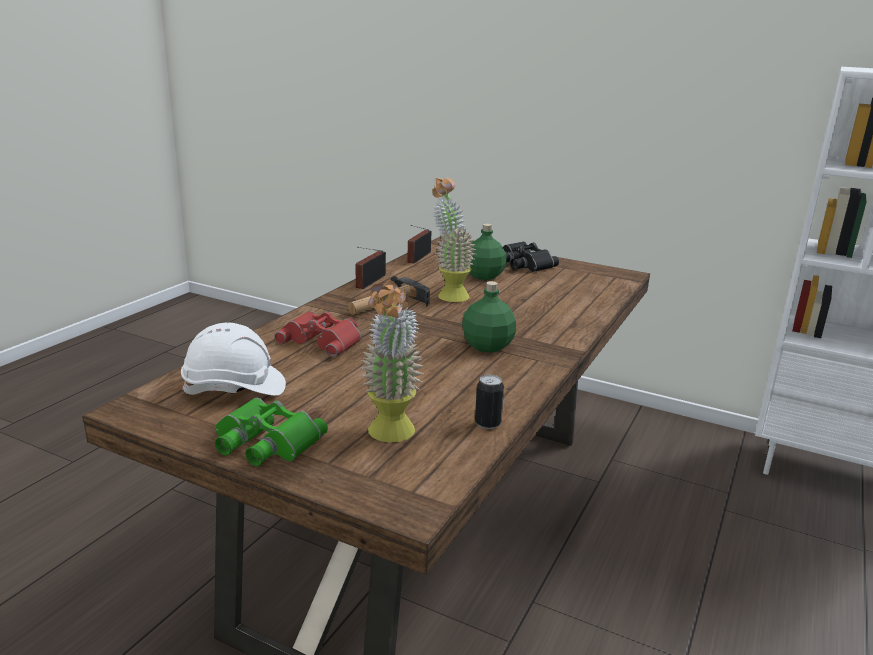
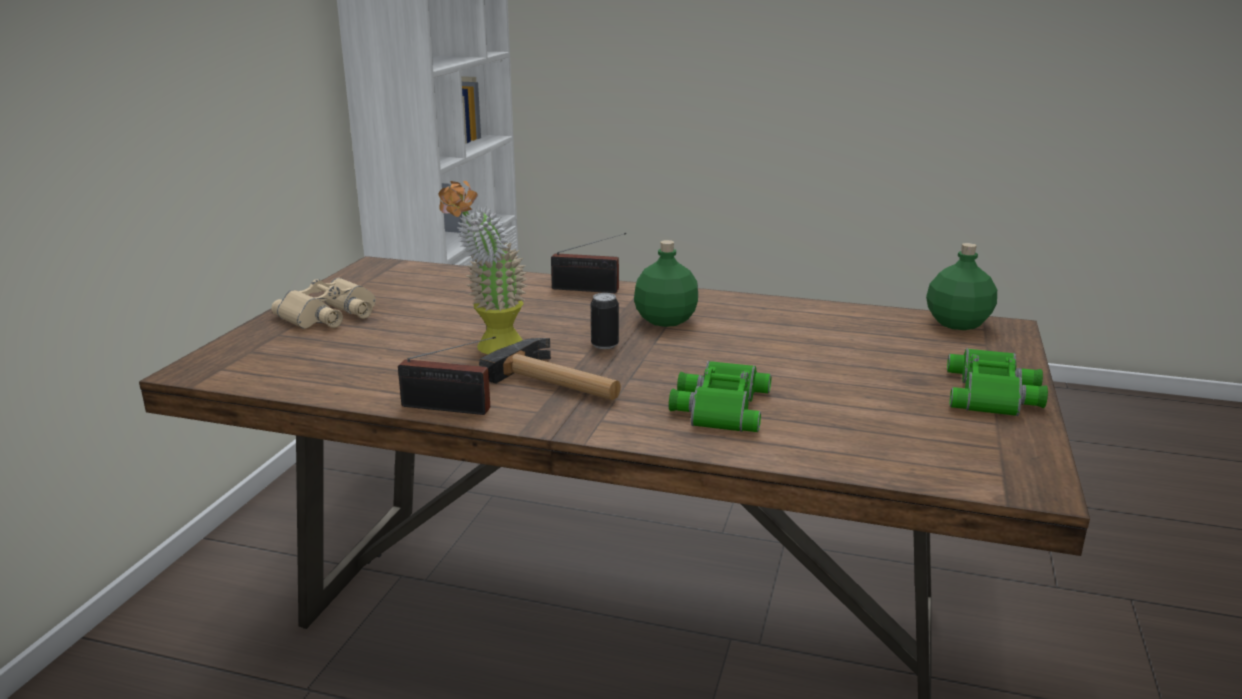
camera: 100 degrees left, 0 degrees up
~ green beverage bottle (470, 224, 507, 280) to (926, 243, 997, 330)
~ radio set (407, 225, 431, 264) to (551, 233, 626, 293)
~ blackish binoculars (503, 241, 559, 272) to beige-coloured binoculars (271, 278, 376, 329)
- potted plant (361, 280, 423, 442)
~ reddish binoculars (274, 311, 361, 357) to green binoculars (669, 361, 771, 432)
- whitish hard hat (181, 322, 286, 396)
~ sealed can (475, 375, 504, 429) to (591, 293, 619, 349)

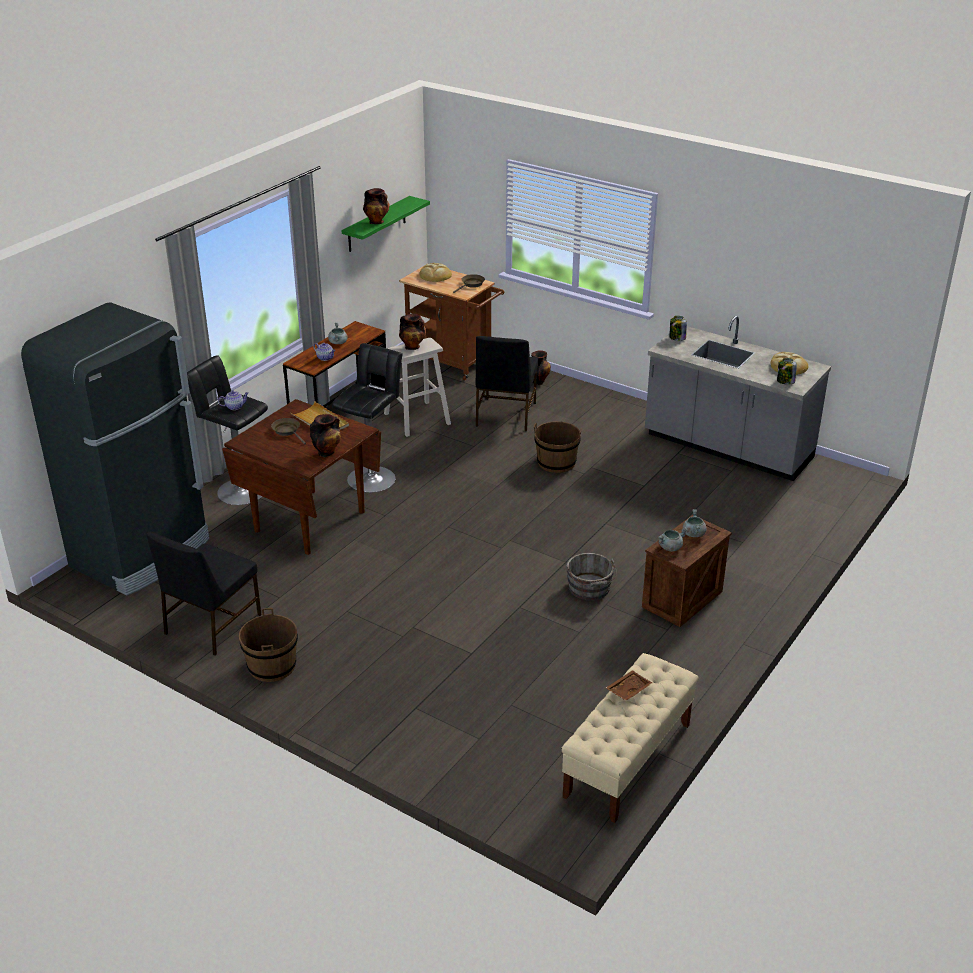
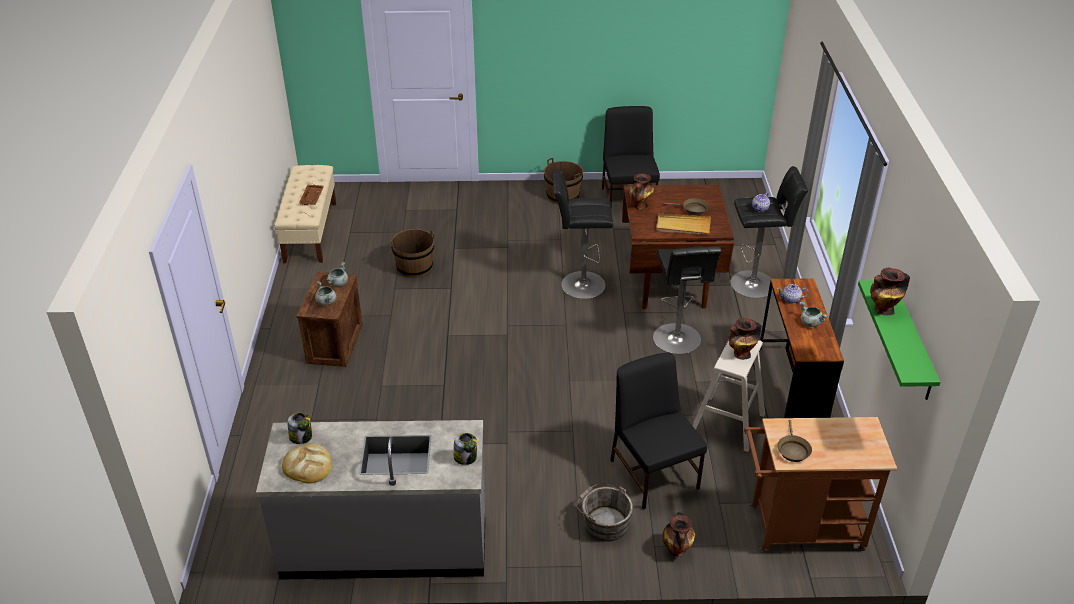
camera: 145 degrees right, 5 degrees up
- bakery bread (419, 263, 452, 282)
- blackish refrigerator (21, 302, 209, 596)
~ brown-coloured bucket (534, 421, 582, 473) to (390, 229, 434, 278)
~ grey bucket (566, 553, 617, 600) to (576, 483, 633, 542)
+ blackish stool (552, 169, 613, 299)

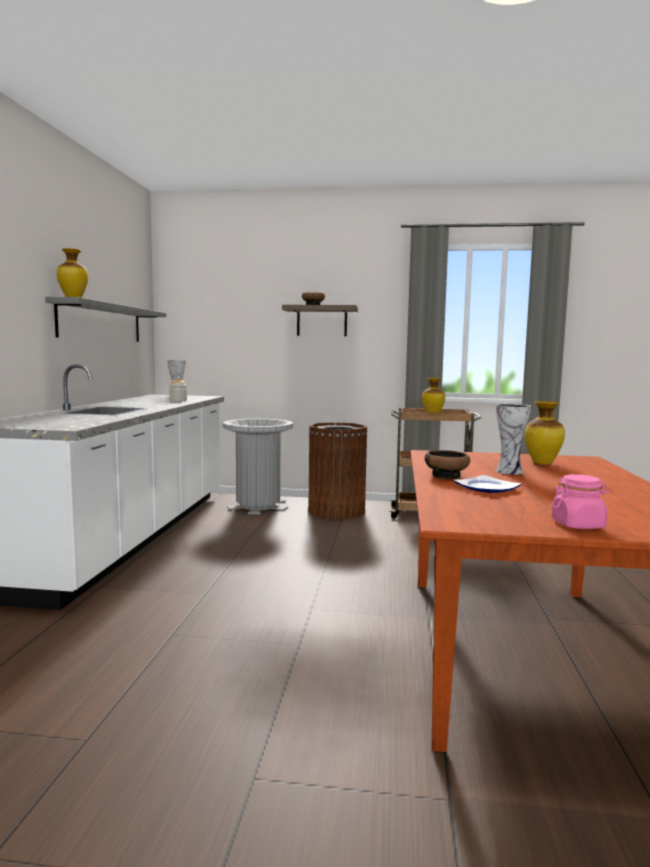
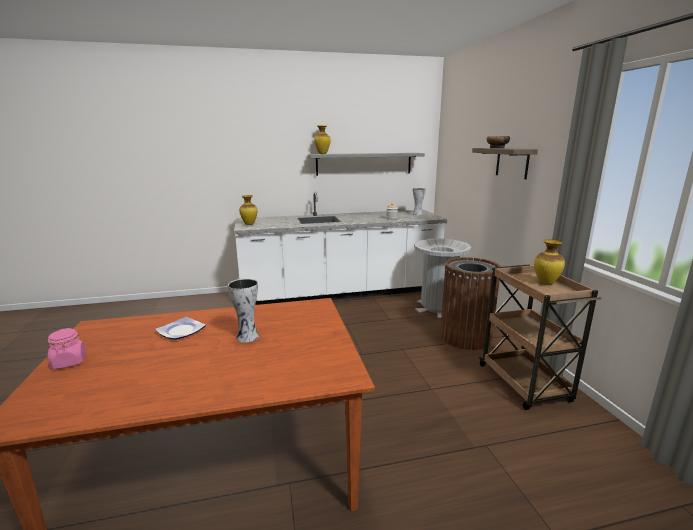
camera: 70 degrees right, 10 degrees up
~ decorative vase (525, 401, 565, 465) to (239, 195, 257, 225)
- bowl (424, 450, 470, 479)

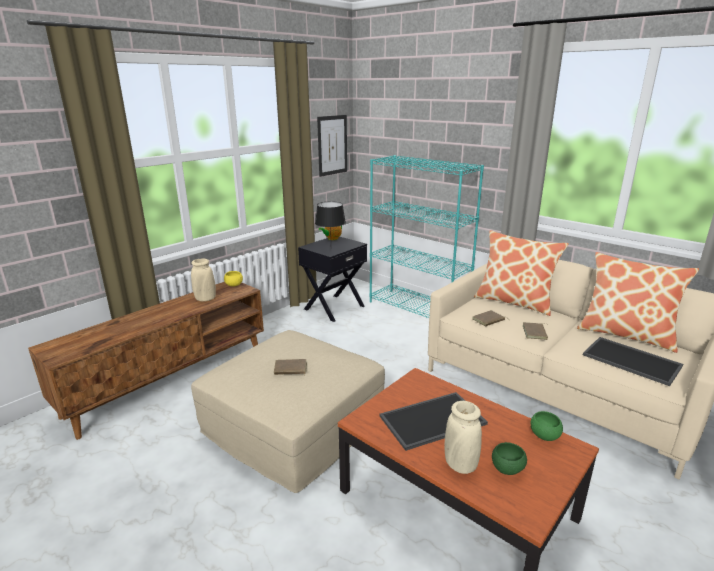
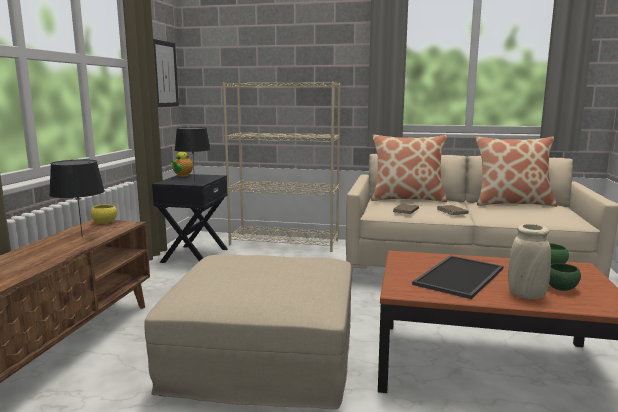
camera: 30 degrees left, 10 degrees down
~ blue-green bookcase (369, 155, 484, 318) to beige-coloured bookcase (223, 82, 341, 252)
~ beige-coloured decorative vase (191, 259, 216, 302) to blackish table lamp (49, 159, 105, 237)
- tray (583, 337, 683, 386)
- brown-coloured book (274, 359, 307, 376)

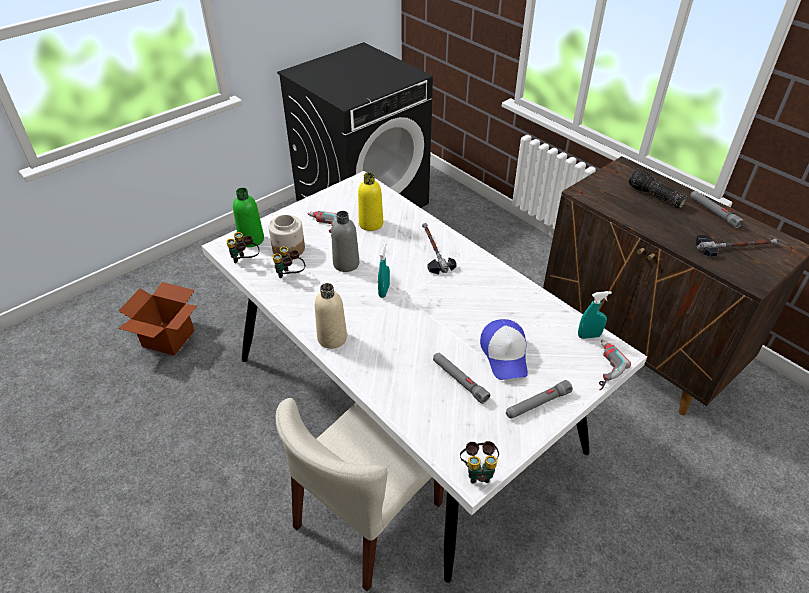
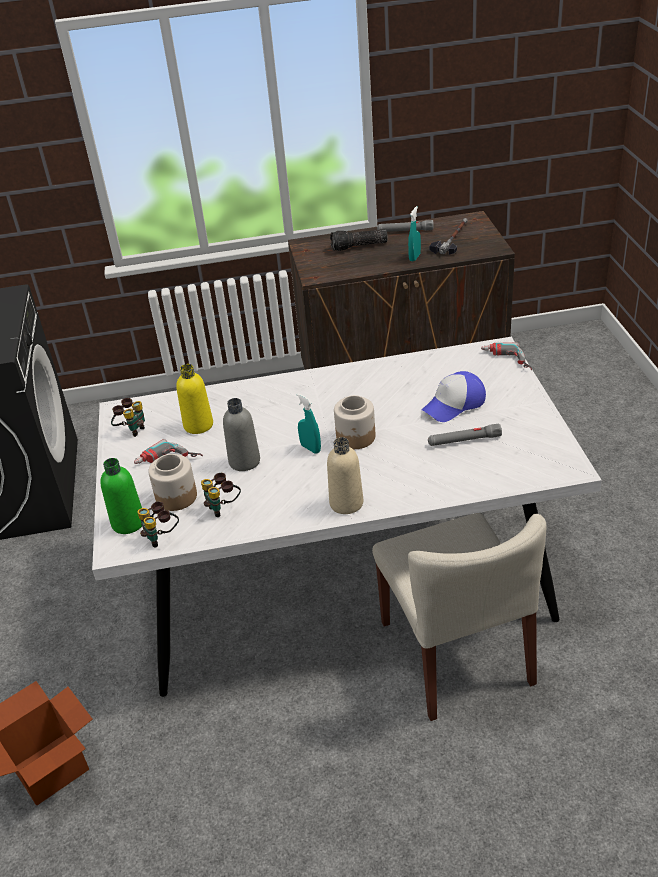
camera: 55 degrees left, 5 degrees down
- hand hammer (422, 223, 457, 275)
~ blue-green sprayer (578, 291, 612, 339) to (408, 206, 421, 261)
~ cap (480, 319, 528, 380) = (422, 371, 486, 422) 120 degrees clockwise
- grey torch (506, 380, 573, 419)
~ binoculars (460, 441, 499, 484) to (111, 398, 145, 437)
+ preserve jar (334, 395, 376, 449)

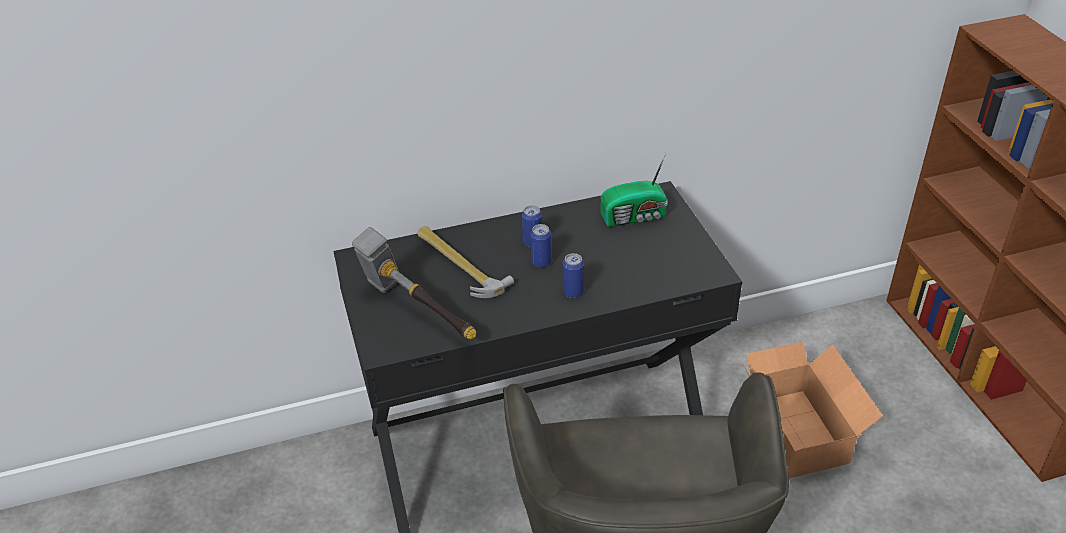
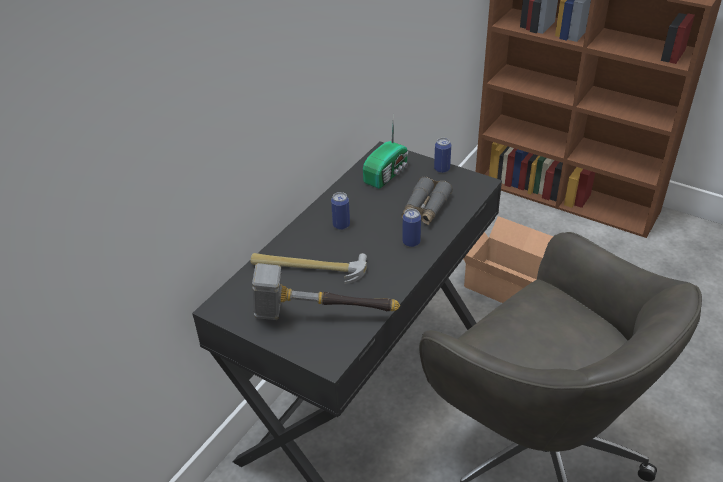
camera: 40 degrees left, 0 degrees up
~ sealed can (531, 224, 552, 267) to (434, 138, 451, 173)
+ grey binoculars (401, 177, 453, 225)

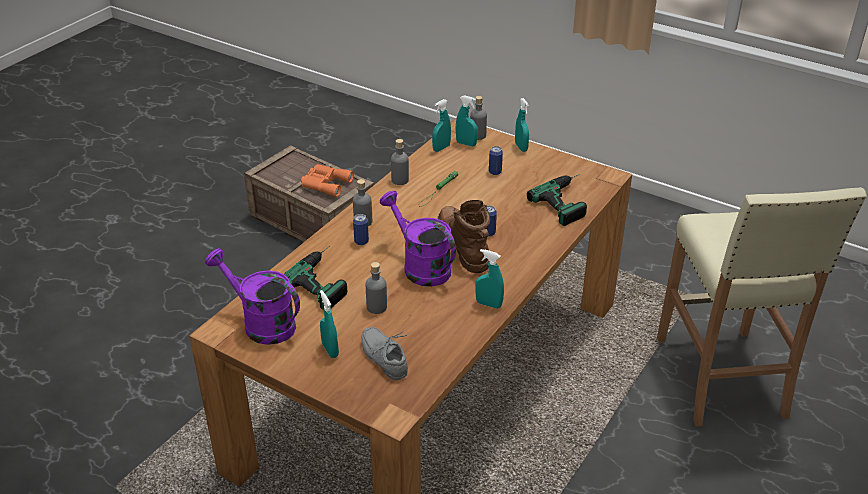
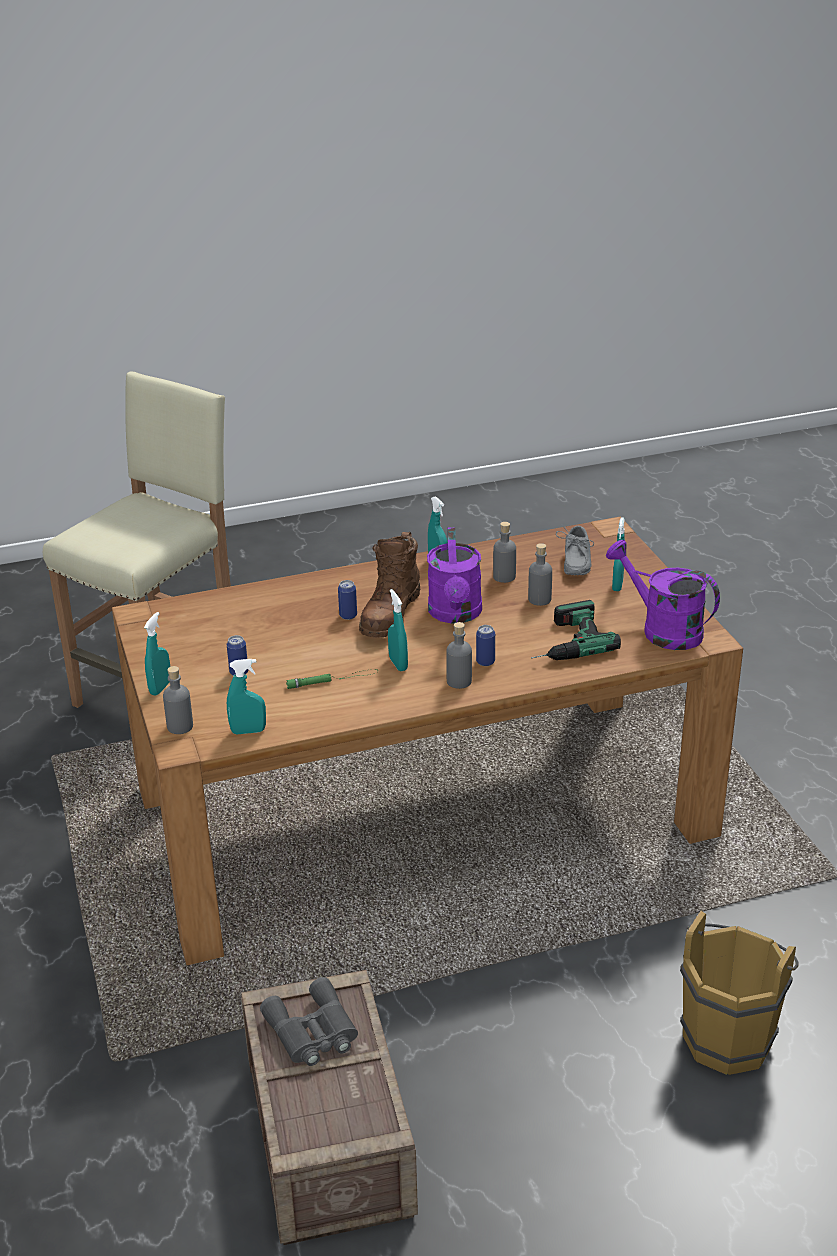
camera: 140 degrees left, 5 degrees down
~ blue-green sprayer (455, 95, 478, 146) to (388, 589, 408, 671)
~ grey beverage bottle (391, 139, 409, 185) to (493, 522, 516, 583)
~ orange binoculars (301, 164, 354, 197) to grey binoculars (260, 977, 358, 1066)
- drill (527, 174, 587, 226)
~ purple watering can (205, 248, 300, 345) = (606, 540, 720, 650) 150 degrees clockwise
+ brown-coloured bucket (680, 911, 799, 1075)

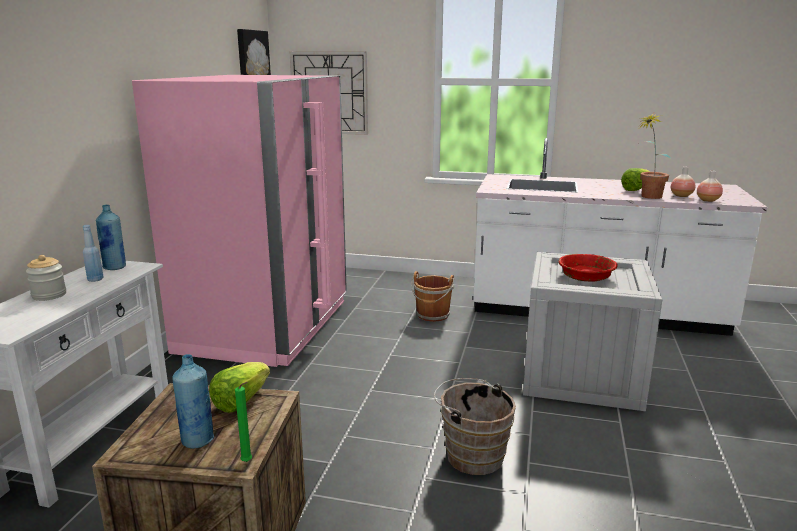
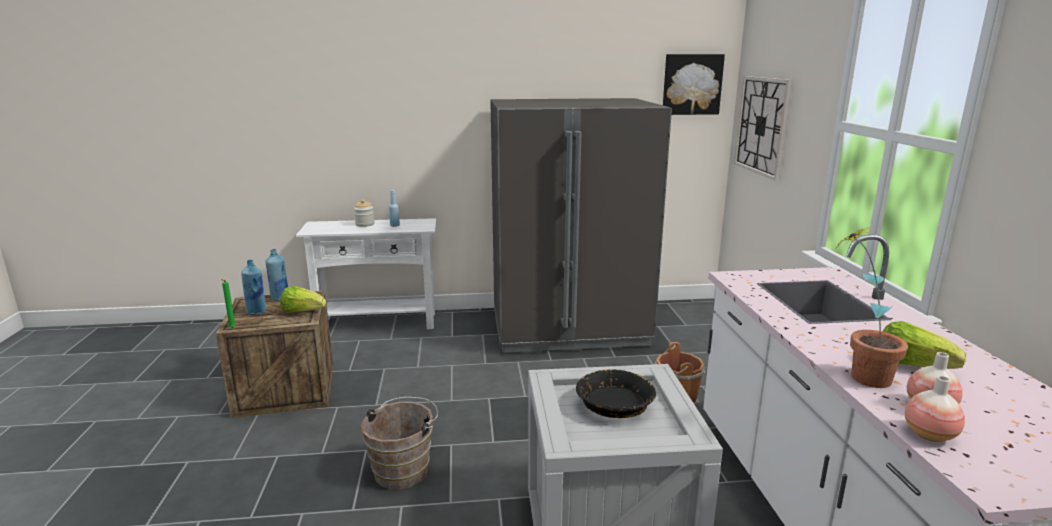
camera: 70 degrees right, 0 degrees up
~ pink-coloured refrigerator (132, 75, 347, 367) to grey refrigerator (490, 98, 672, 353)
~ blue-coloured beverage bottle (96, 205, 126, 270) to (265, 249, 288, 301)
~ reddish bowl (558, 254, 618, 282) to blackish bowl (576, 369, 656, 418)

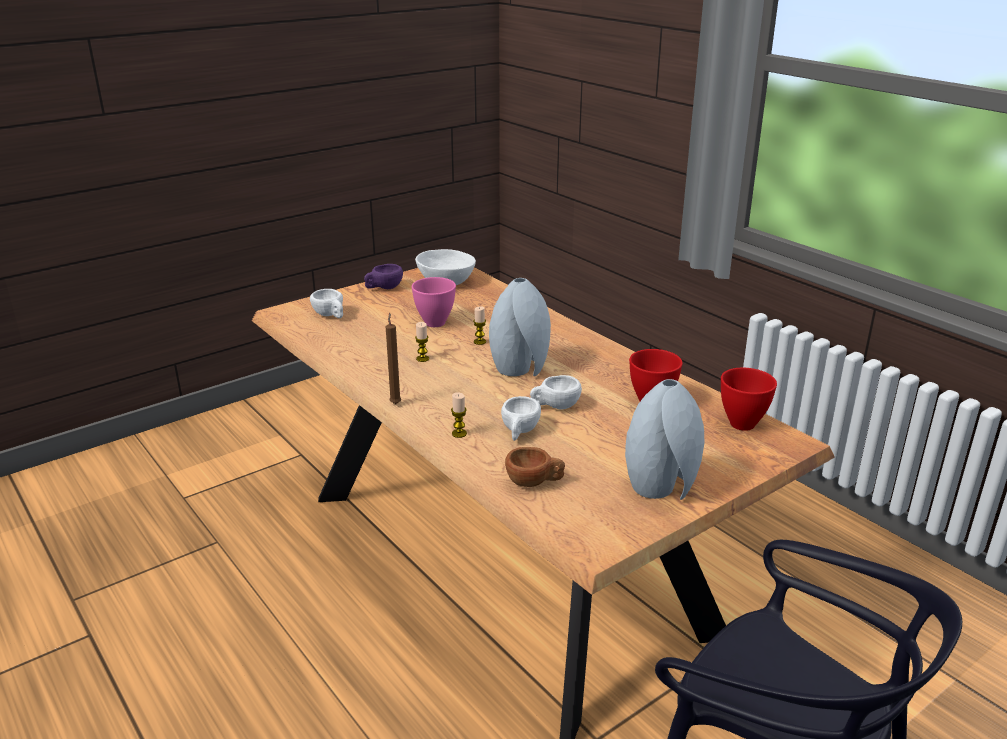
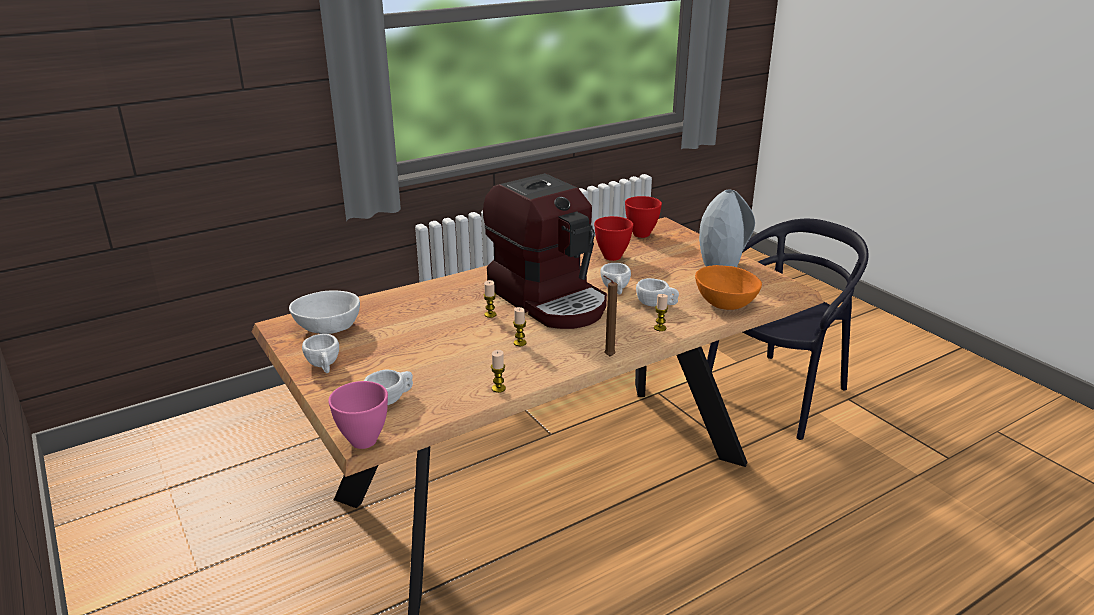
camera: 85 degrees left, 0 degrees up
~ purple small cup (364, 264, 403, 289) to whitish small cup (302, 334, 339, 373)
~ pink-coloured bowl (412, 277, 456, 327) to (328, 381, 388, 449)
~ grey decorative vase (489, 278, 551, 376) to coffee brewer (483, 173, 607, 329)
~ brown-coloured small cup (505, 447, 565, 487) to orange bowl (695, 265, 762, 310)
+ candle (491, 350, 506, 393)

